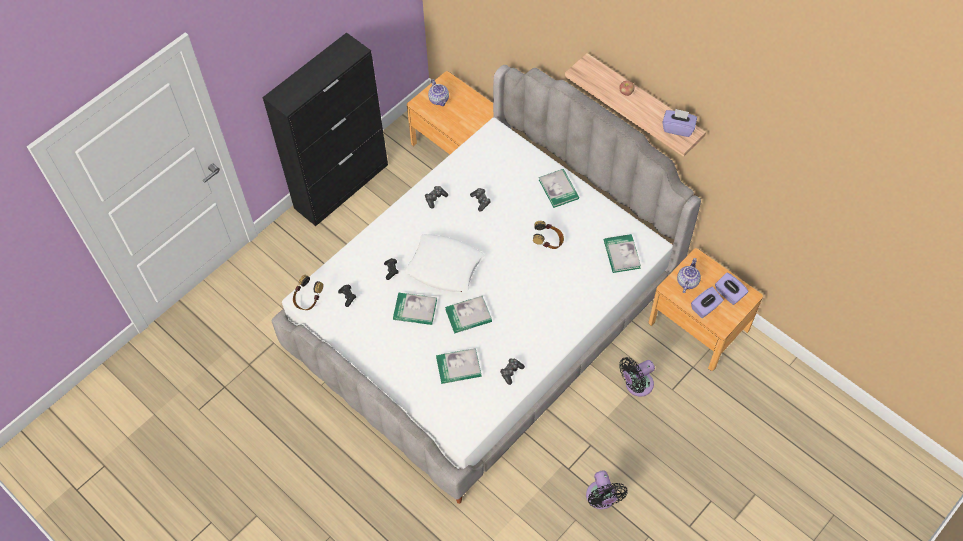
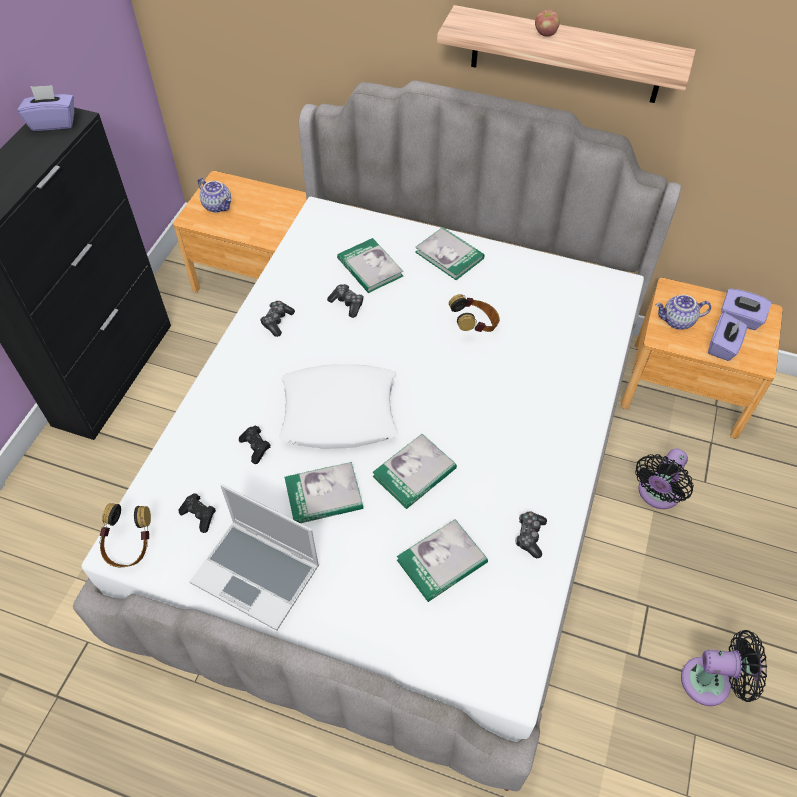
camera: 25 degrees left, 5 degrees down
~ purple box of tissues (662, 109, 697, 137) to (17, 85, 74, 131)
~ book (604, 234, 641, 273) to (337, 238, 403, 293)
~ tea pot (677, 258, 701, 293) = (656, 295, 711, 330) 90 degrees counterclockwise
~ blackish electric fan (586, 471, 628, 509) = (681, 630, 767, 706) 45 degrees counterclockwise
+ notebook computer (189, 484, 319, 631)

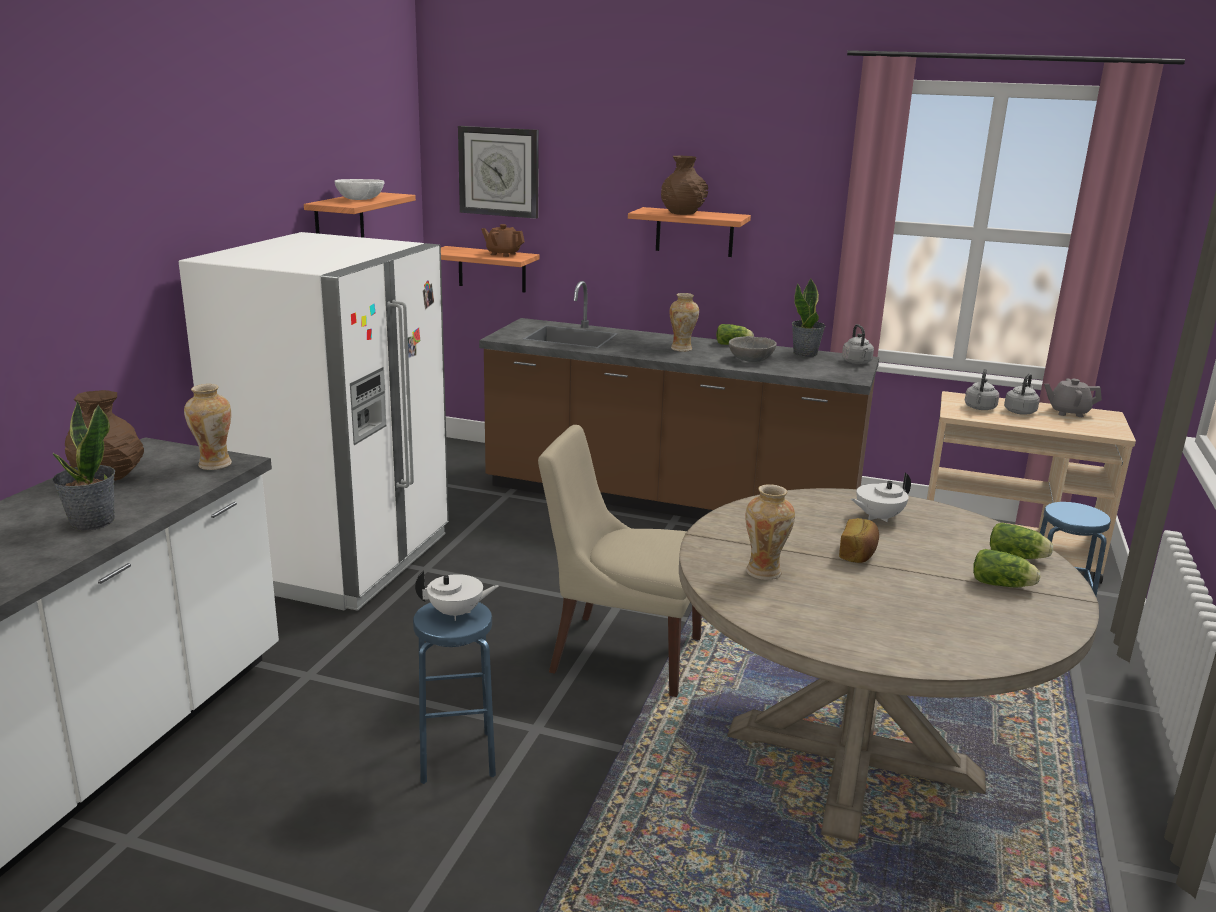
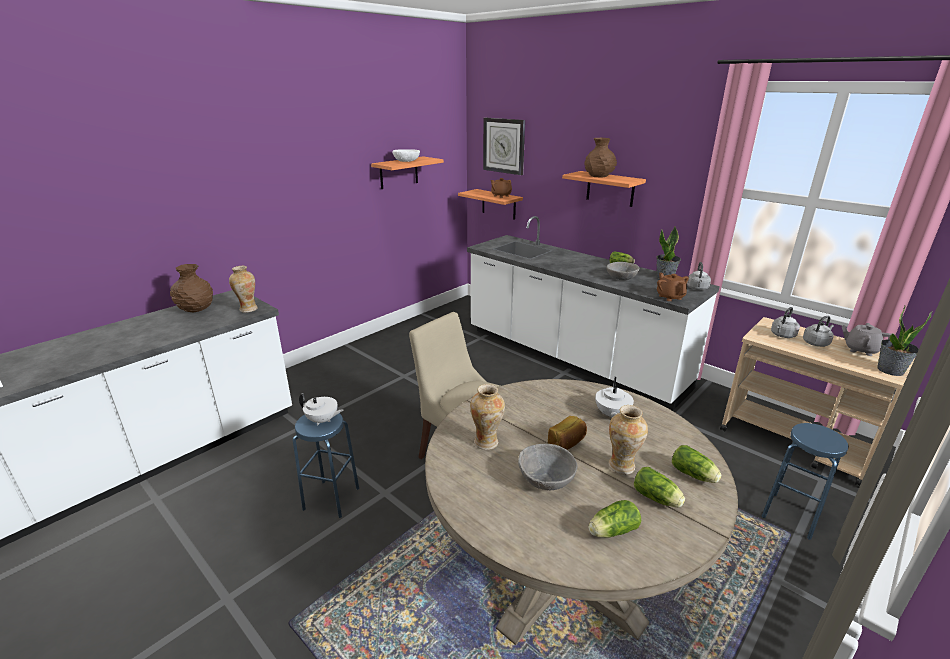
camera: 25 degrees right, 5 degrees up
- whitish refrigerator (178, 232, 449, 611)
~ brown-coloured kitchen base unit (479, 281, 879, 519) to whitish kitchen base unit (467, 216, 720, 411)
~ decorative vase (670, 293, 699, 352) to (608, 405, 648, 475)
~ potted plant (52, 401, 115, 531) to (877, 306, 933, 376)
~ whitish tea pot (851, 473, 911, 522) = (595, 377, 634, 417) 75 degrees counterclockwise
+ brown-coloured tea pot (657, 273, 689, 301)
+ grey bowl (518, 444, 577, 490)
+ lettuce head (589, 500, 641, 538)

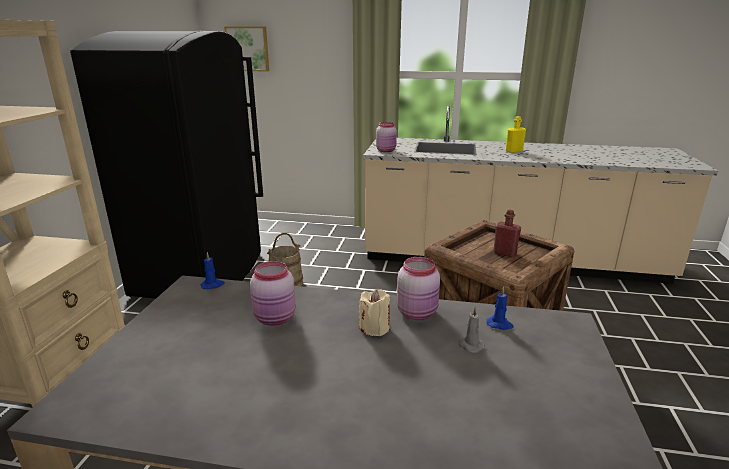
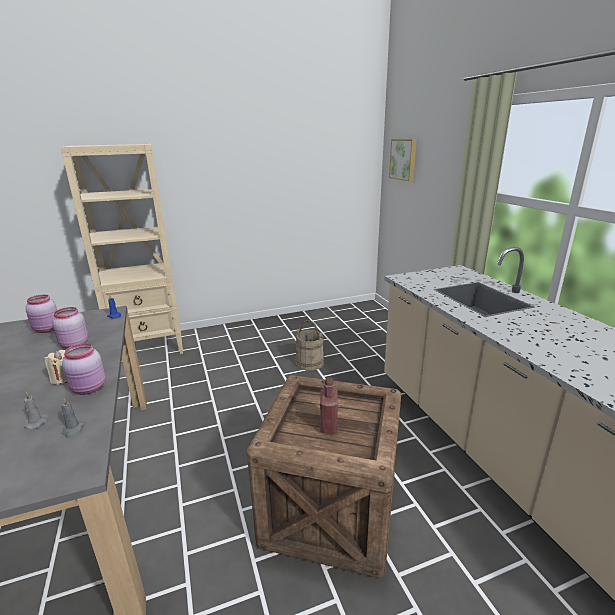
camera: 60 degrees right, 0 degrees up
- blackish refrigerator (70, 30, 263, 299)
- yellow beverage bottle (506, 116, 526, 153)
~ pink-coloured preserve jar (376, 122, 397, 152) to (25, 295, 57, 333)
~ blue-coloured candle (486, 287, 514, 330) to grey candle (61, 398, 85, 438)

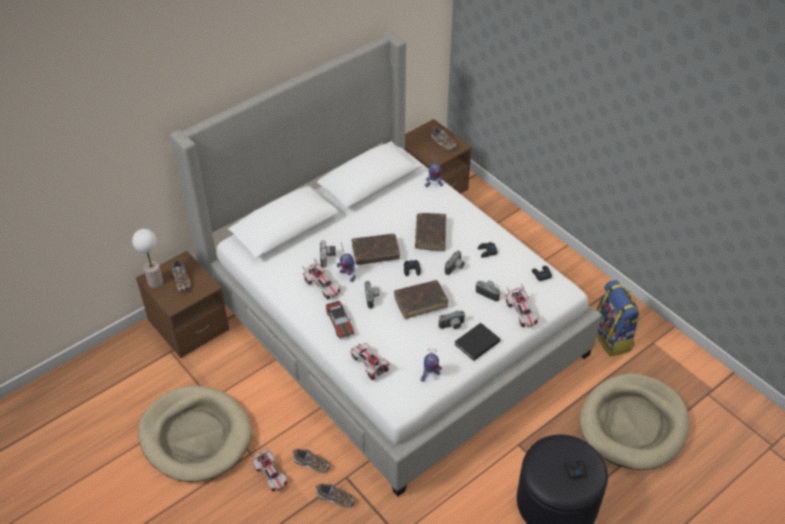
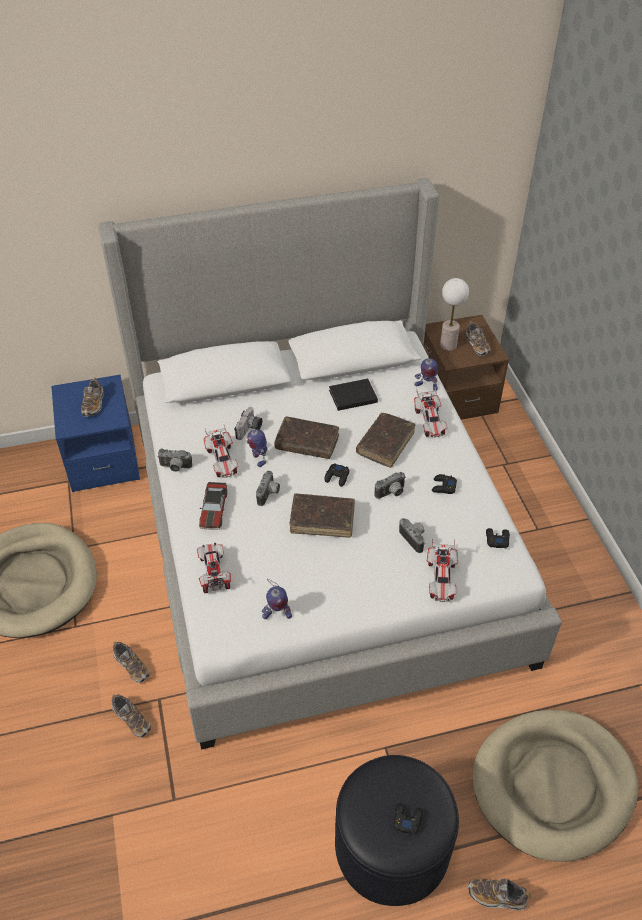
camera: 25 degrees right, 0 degrees up
~ table lamp (132, 229, 163, 288) to (440, 278, 469, 351)
~ brown-coloured nightstand (136, 251, 229, 358) to blue-coloured nightstand (51, 375, 140, 492)
- backpack (597, 280, 640, 356)
~ photo camera (439, 310, 466, 329) to (157, 449, 192, 472)
~ blackish book (454, 323, 500, 361) to (329, 379, 378, 411)
~ model car (251, 445, 288, 492) to (414, 388, 447, 437)
+ item of footwear (468, 879, 531, 910)

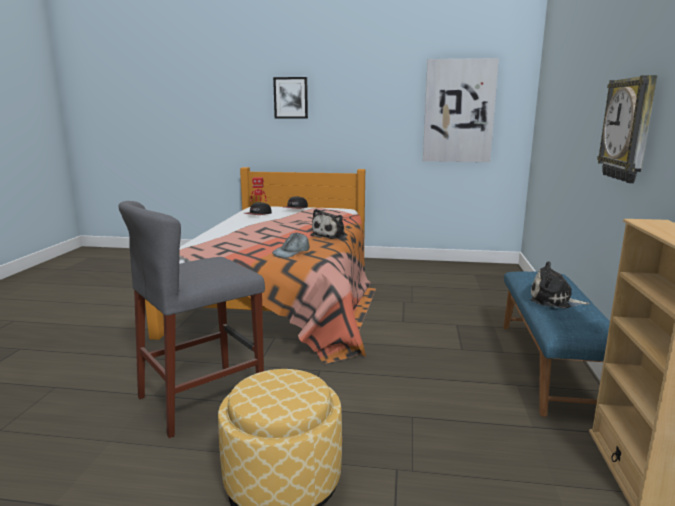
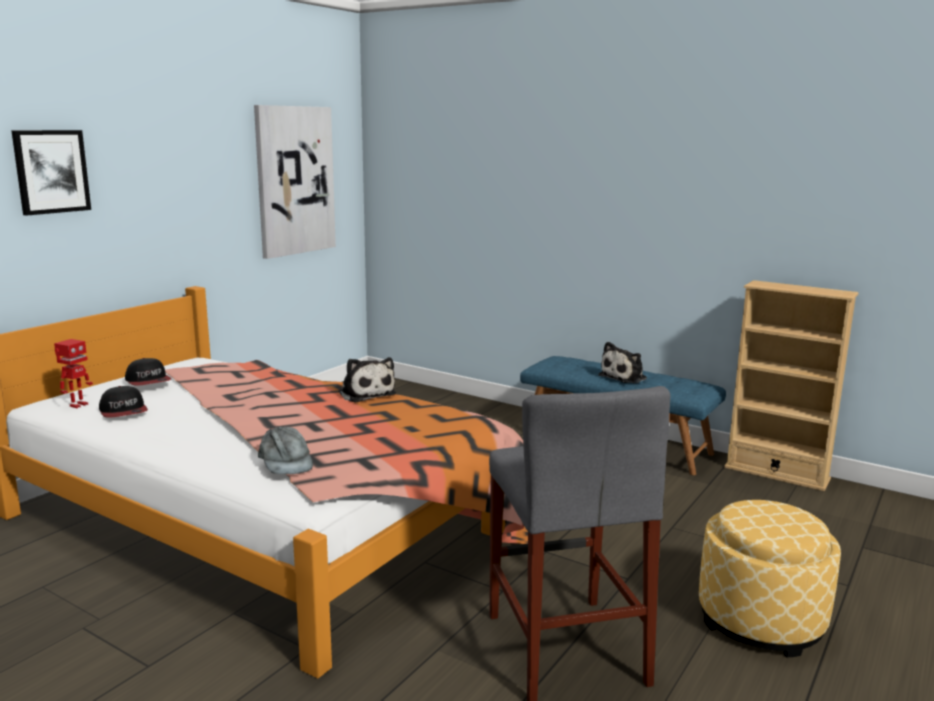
camera: 65 degrees left, 0 degrees up
- clock on the wall (597, 75, 658, 183)
~ grey cap (272, 233, 310, 258) to (258, 427, 313, 474)

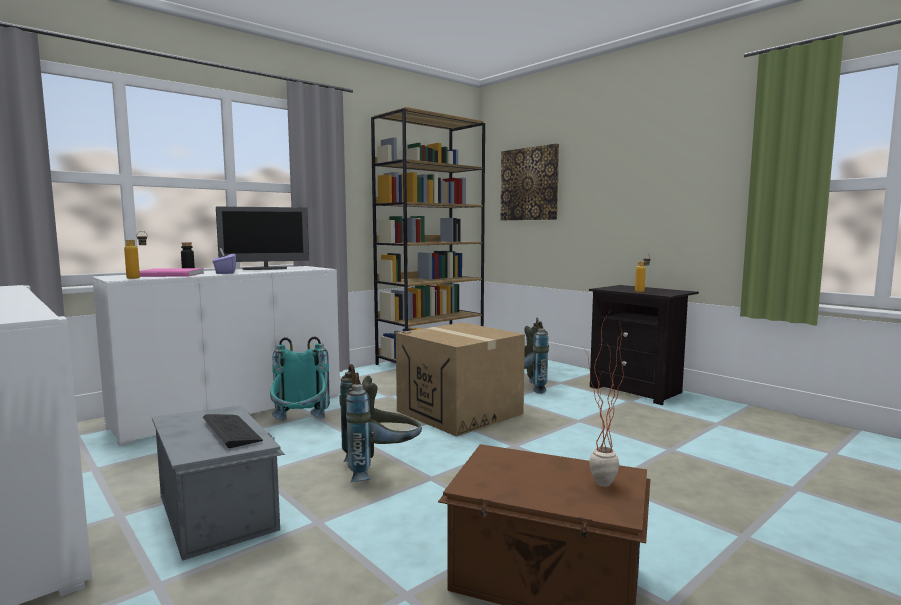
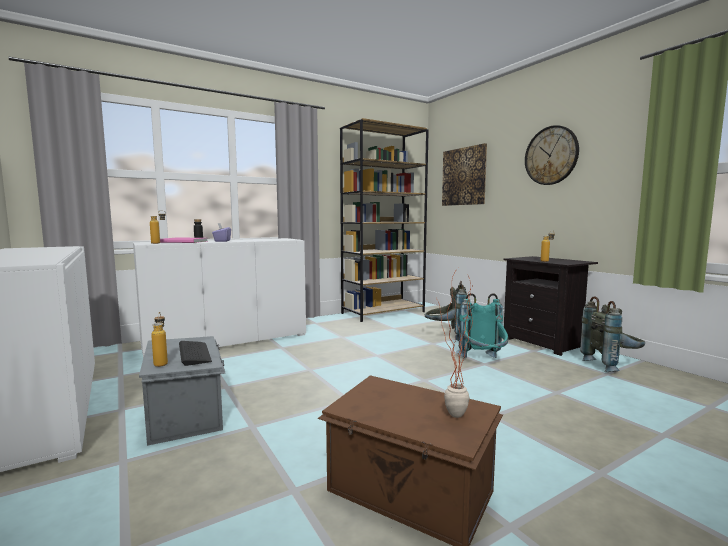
camera: 10 degrees right, 0 degrees up
- computer screen (216, 206, 309, 270)
- cardboard box (396, 322, 525, 437)
~ blue-green backpack (270, 337, 330, 420) to (456, 293, 508, 358)
~ grey backpack (339, 364, 422, 482) to (580, 296, 645, 372)
+ clock on the wall (525, 125, 579, 185)
+ beverage bottle (151, 312, 168, 367)

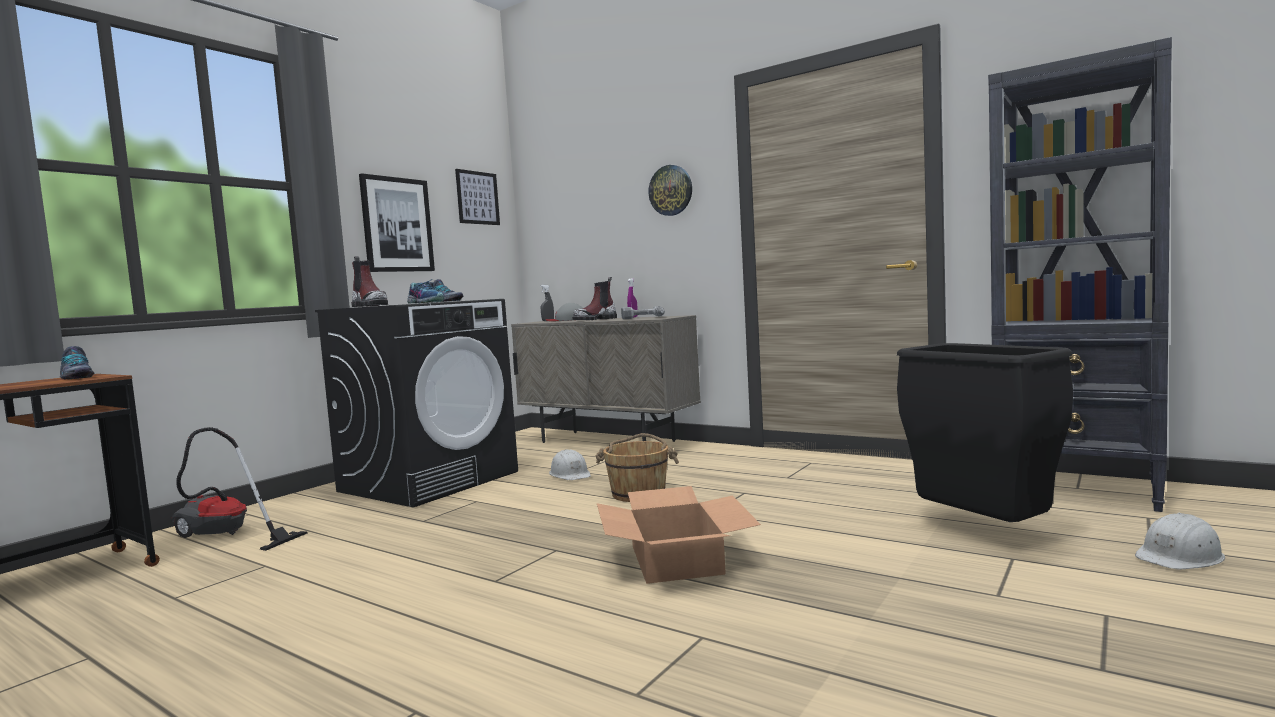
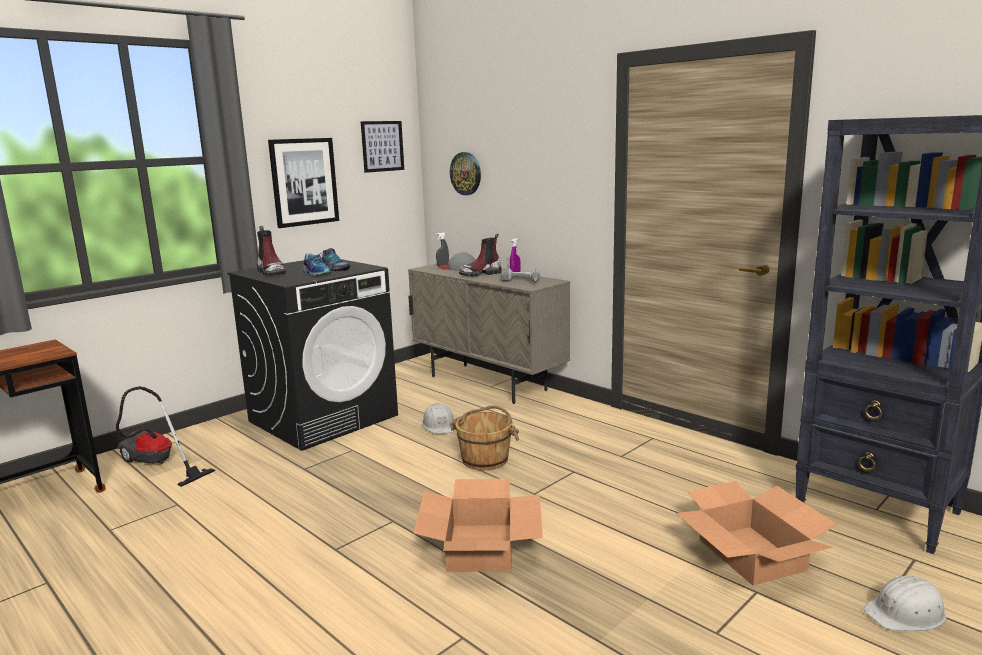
camera: 10 degrees right, 10 degrees up
~ clock on the wall (649, 165, 692, 216) to (450, 152, 481, 195)
~ blackish trash can (897, 343, 1073, 522) to cardboard box (676, 481, 838, 586)
- item of footwear (60, 346, 94, 379)

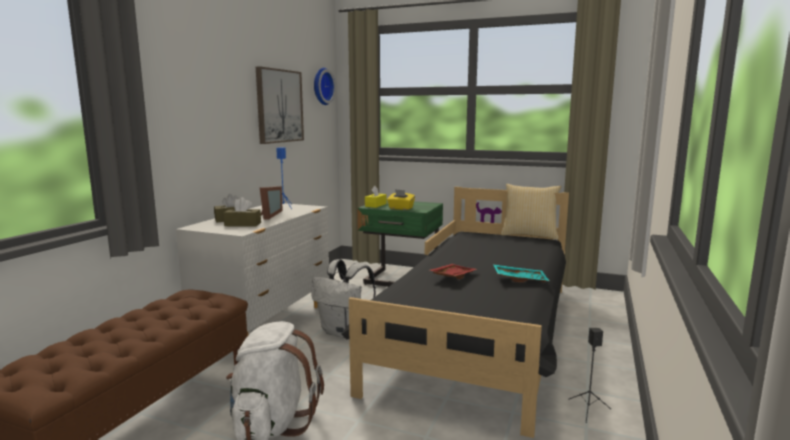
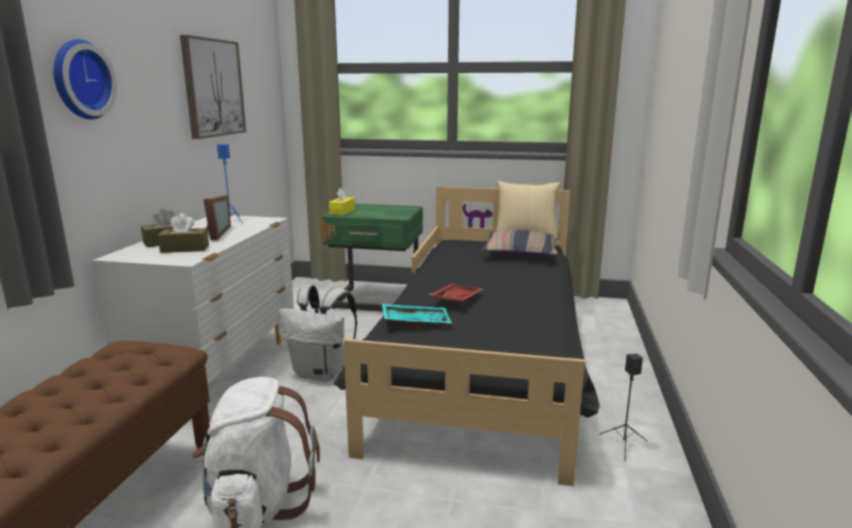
camera: 10 degrees left, 5 degrees up
~ clock on the wall (314, 68, 336, 105) to (53, 39, 117, 120)
- yellow box of tissues (387, 189, 415, 210)
~ blue-green tray (493, 264, 549, 282) to (382, 304, 452, 327)
+ throw pillow (481, 230, 559, 258)

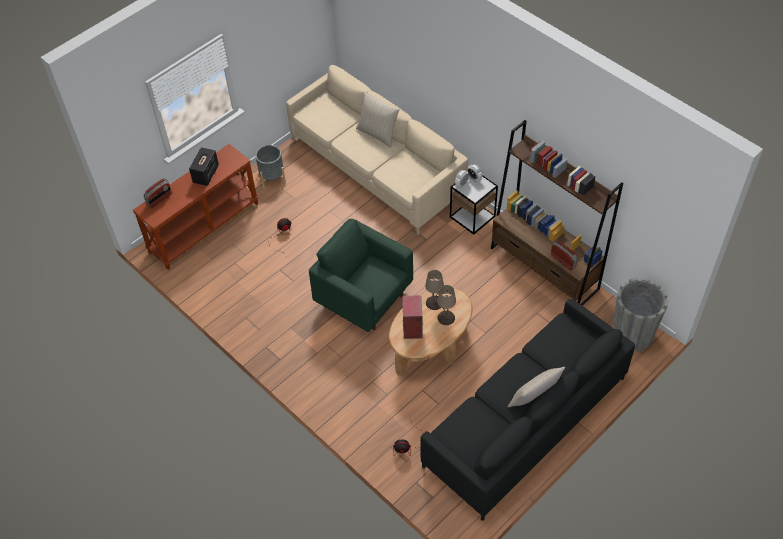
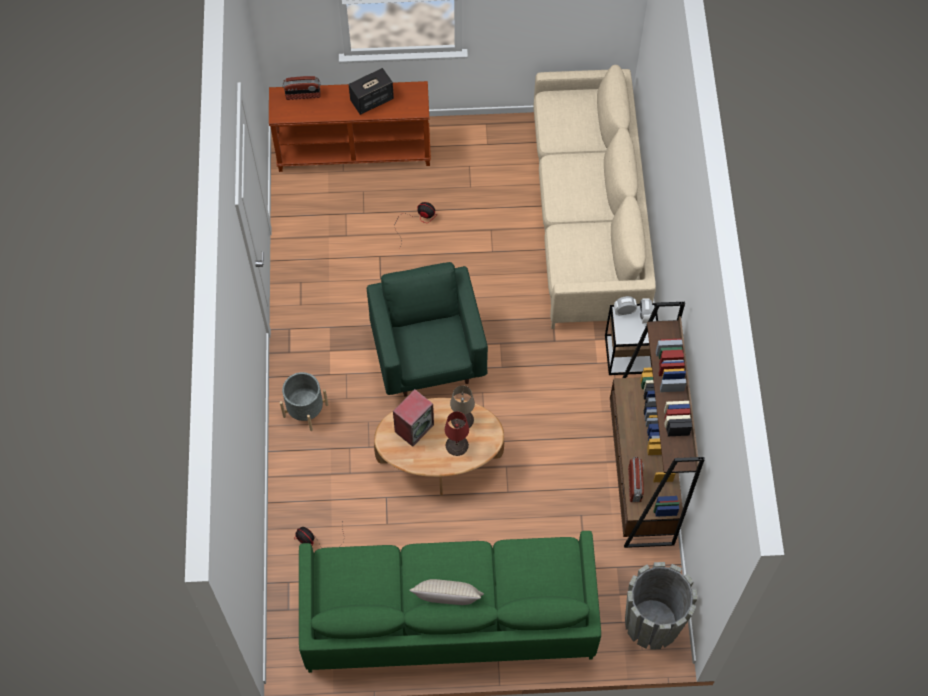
camera: 40 degrees right, 10 degrees up
- beige-coloured throw pillow (356, 91, 400, 148)
~ grey plant pot (255, 145, 286, 188) to (280, 372, 328, 431)
~ beige-coloured table lamp (437, 285, 456, 325) to reddish table lamp (445, 411, 469, 456)
~ blackish couch (420, 298, 635, 521) to green couch (299, 531, 601, 673)

